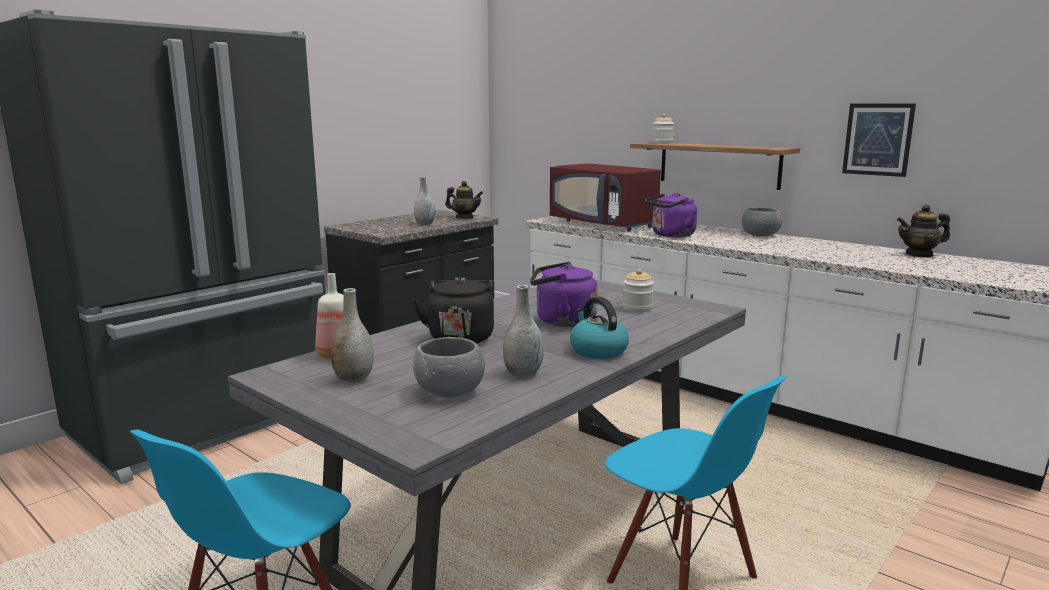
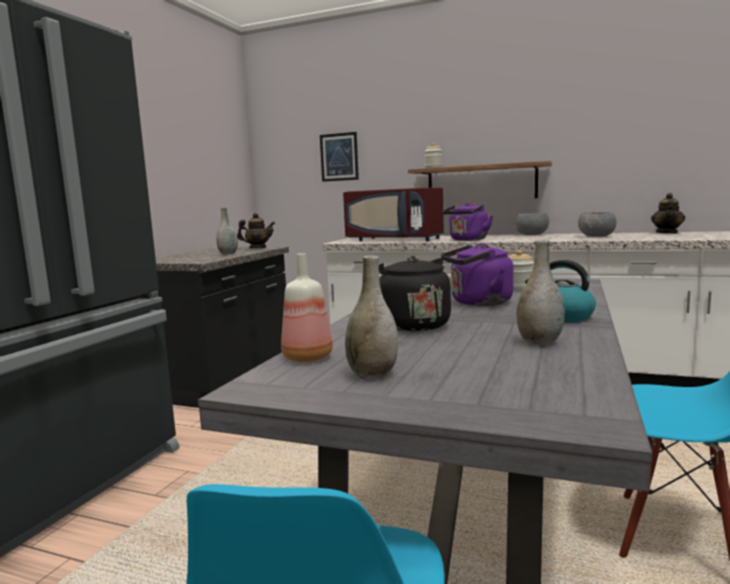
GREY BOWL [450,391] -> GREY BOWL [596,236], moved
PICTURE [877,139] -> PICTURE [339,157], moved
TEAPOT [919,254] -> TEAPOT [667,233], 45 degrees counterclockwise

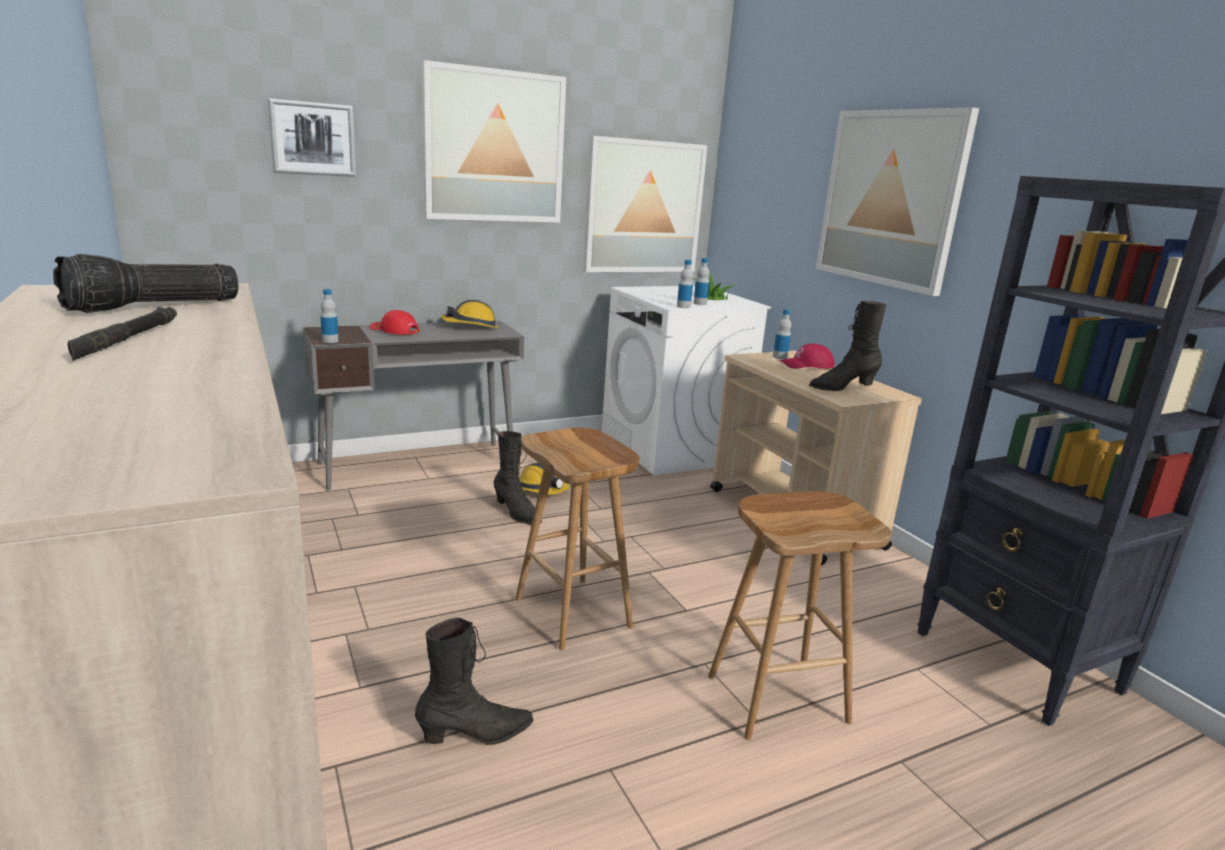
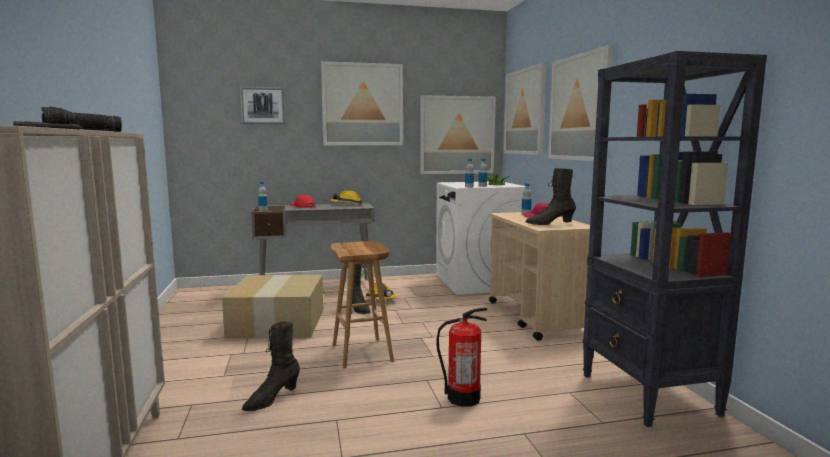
none -> CARDBOARD BOX [276,322]
none -> PICTURE [525,112]
BROWN STOOL [778,697] -> FIRE EXTINGUISHER [463,398]
BLACK BOOT [476,735] -> BLACK BOOT [271,399], 135 degrees clockwise

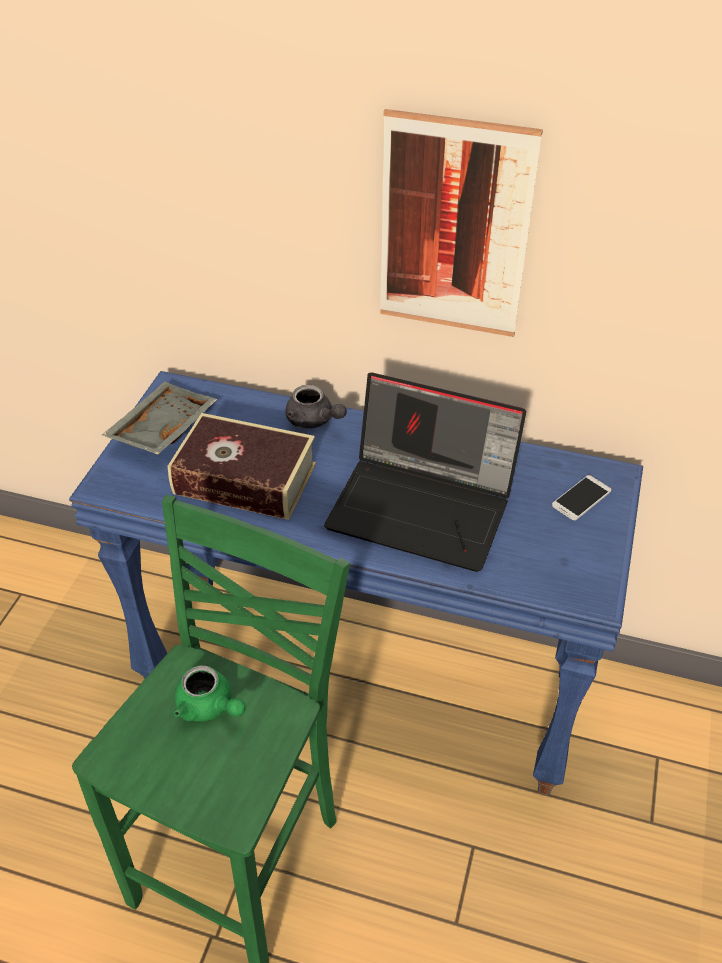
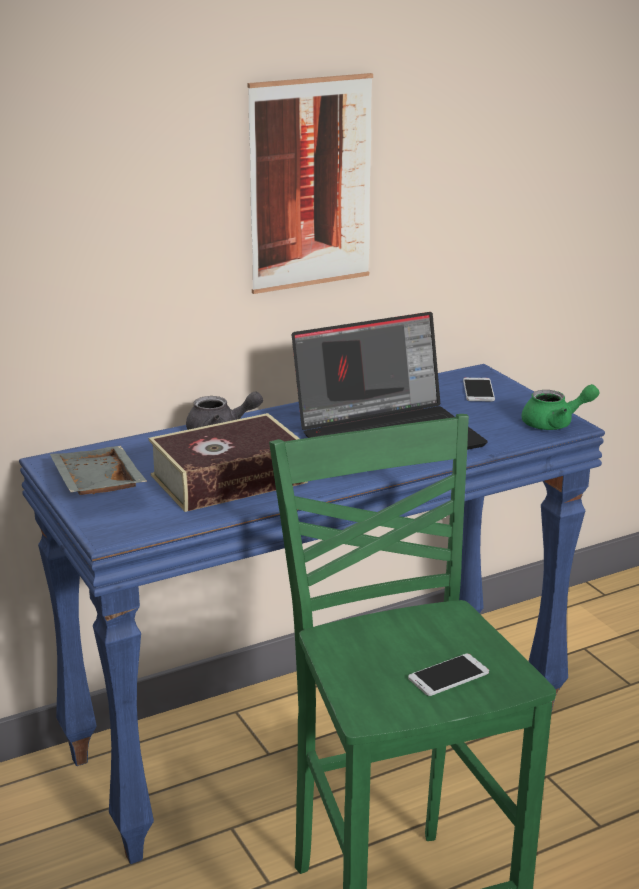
none -> PHONE [448,675]
GREEN TEAPOT [209,707] -> GREEN TEAPOT [555,424], moved

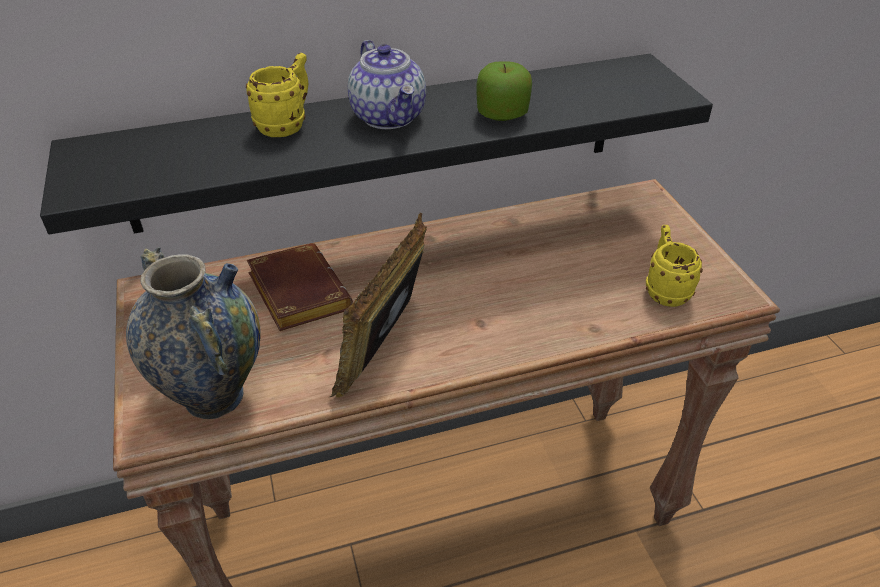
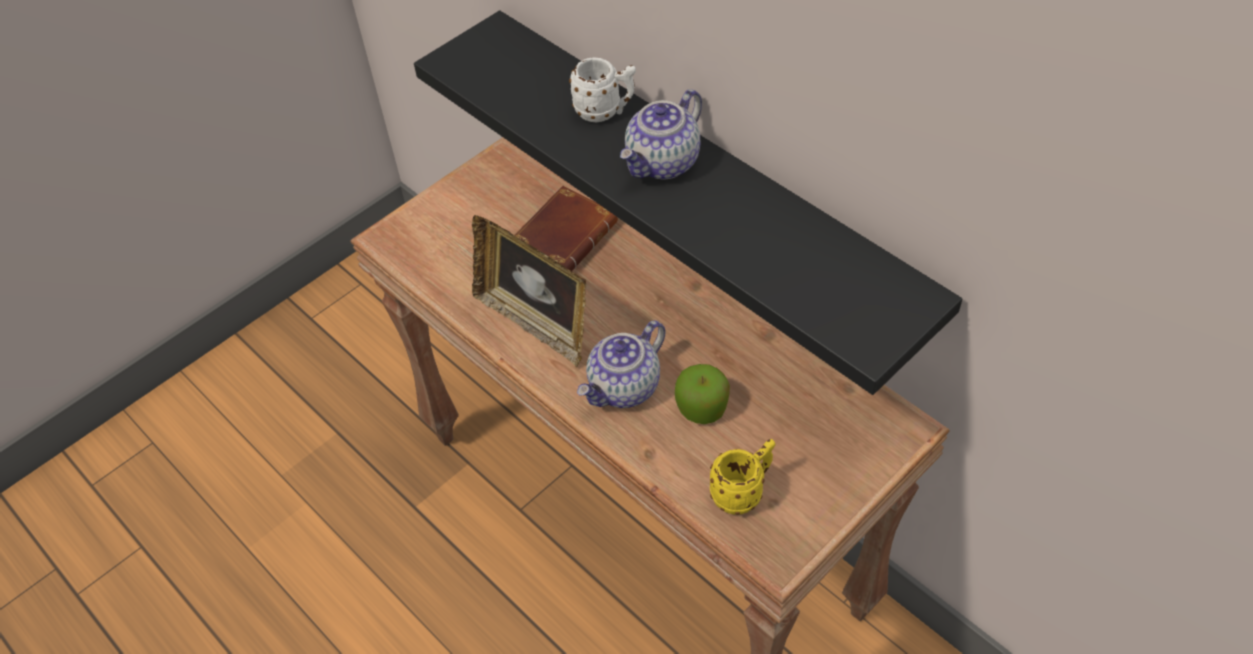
VASE [214,396] -> none
none -> TEAPOT [624,388]
APPLE [502,114] -> APPLE [702,407], moved
YELLOW MUG [287,125] -> WHITE MUG [605,112]
PICTURE FRAME [385,349] -> PICTURE FRAME [535,322], 135 degrees counterclockwise

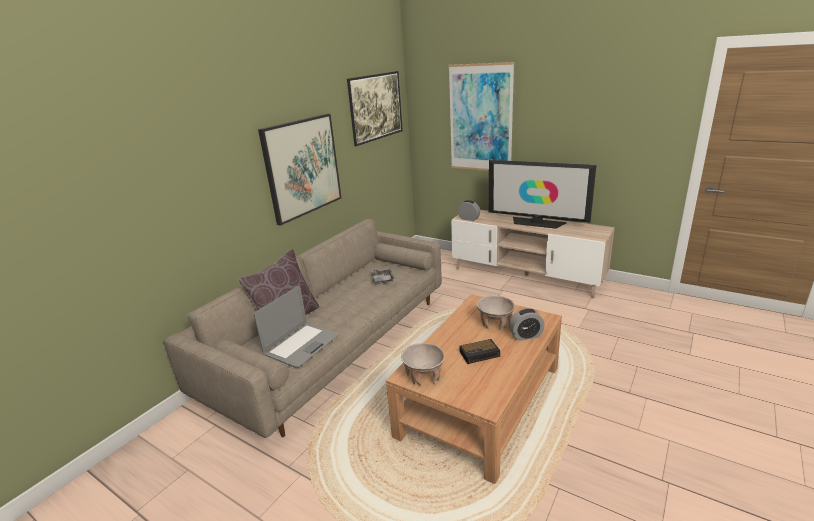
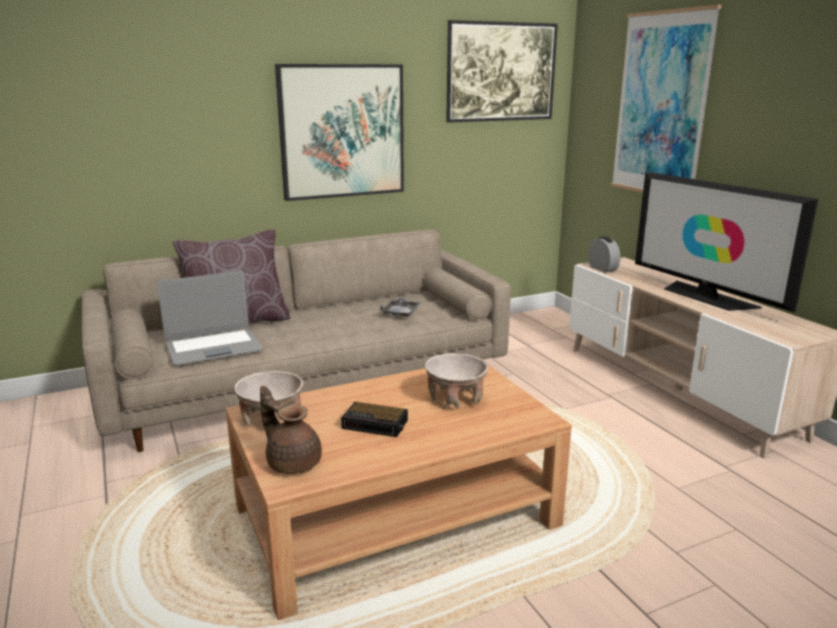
ALARM CLOCK [526,336] -> none
none -> BROWN TEAPOT [292,462]

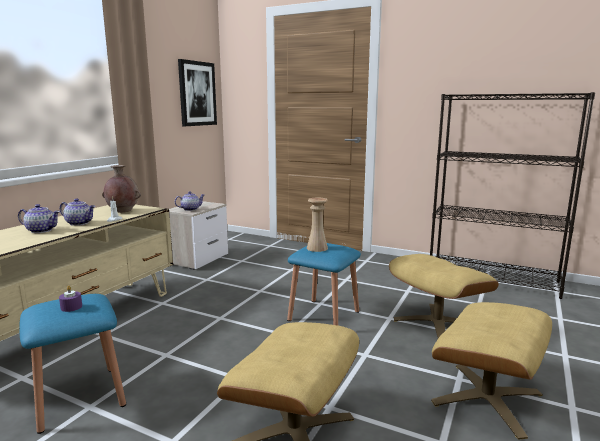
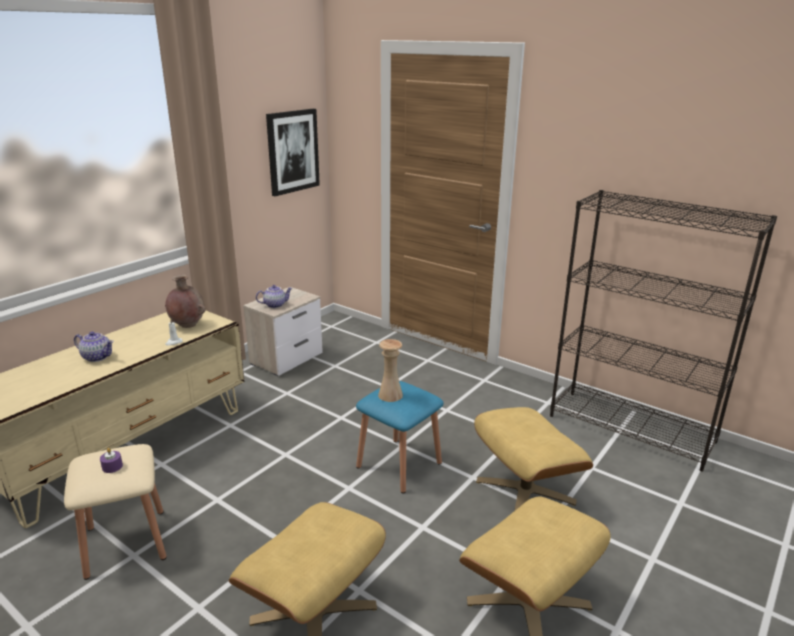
TEAPOT [80,223] -> none
BLUE STOOL [79,397] -> BEIGE STOOL [126,542]

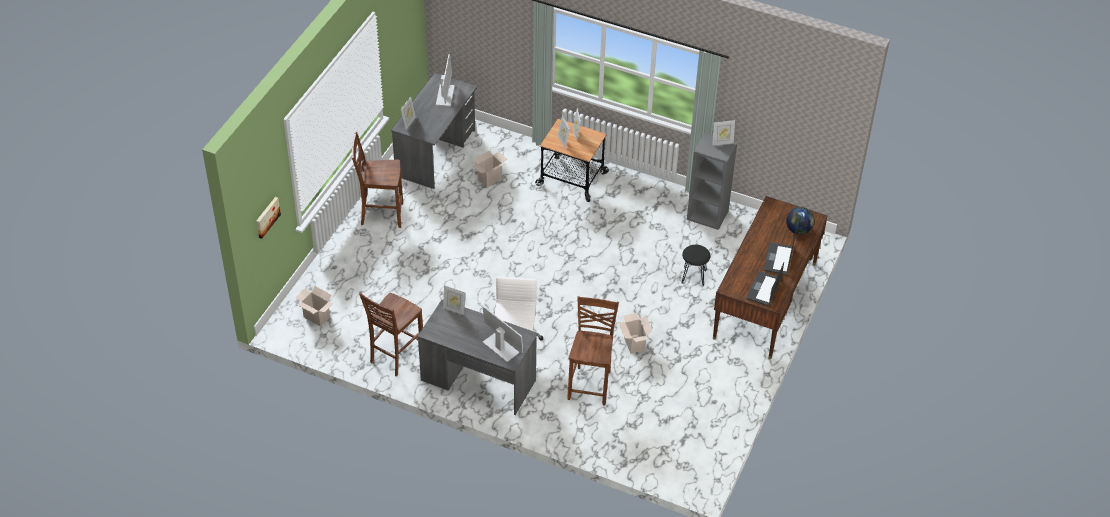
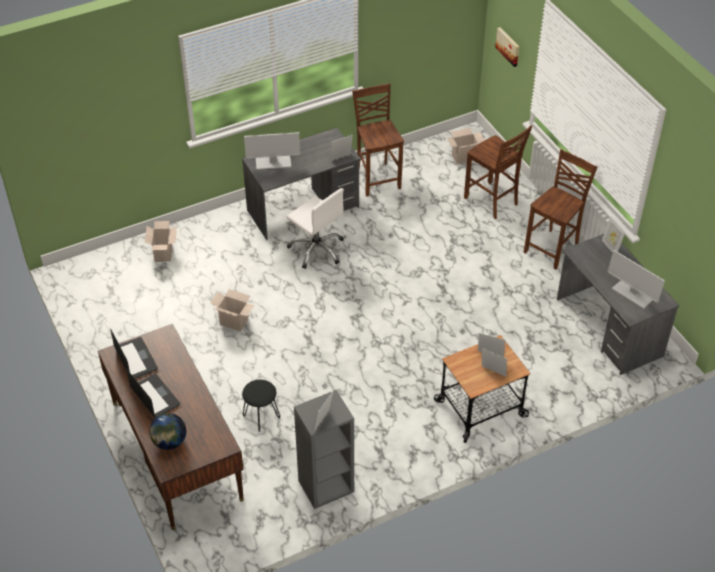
CARDBOARD BOX [490,178] -> CARDBOARD BOX [164,254], moved
BROWN CHAIR [591,385] -> BROWN CHAIR [492,202], moved

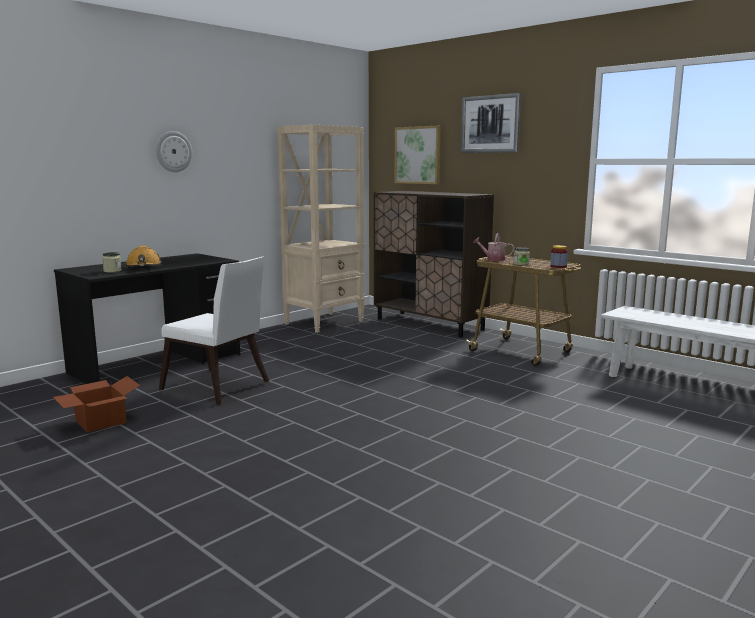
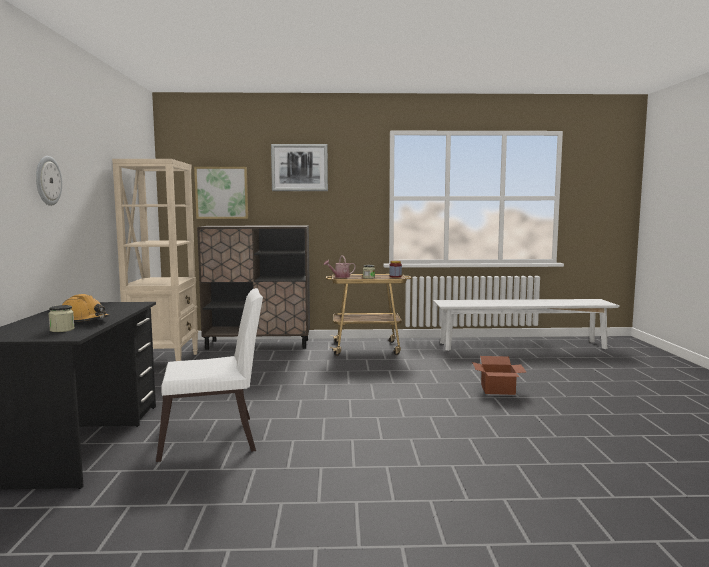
CARDBOARD BOX [99,421] -> CARDBOARD BOX [497,390], moved

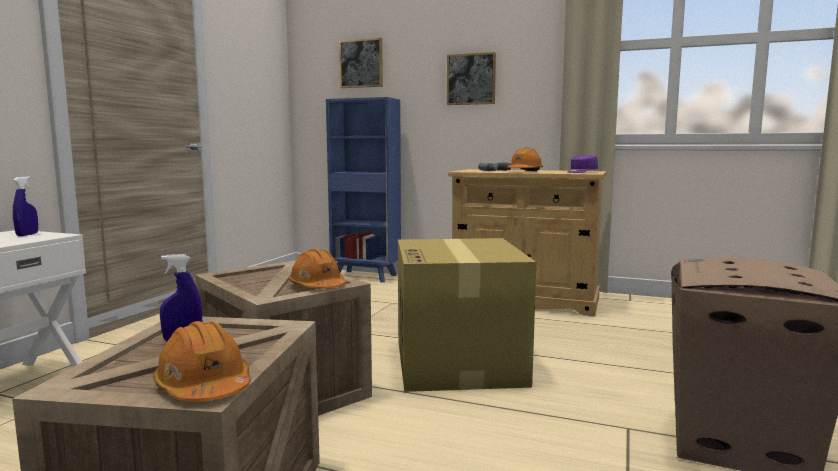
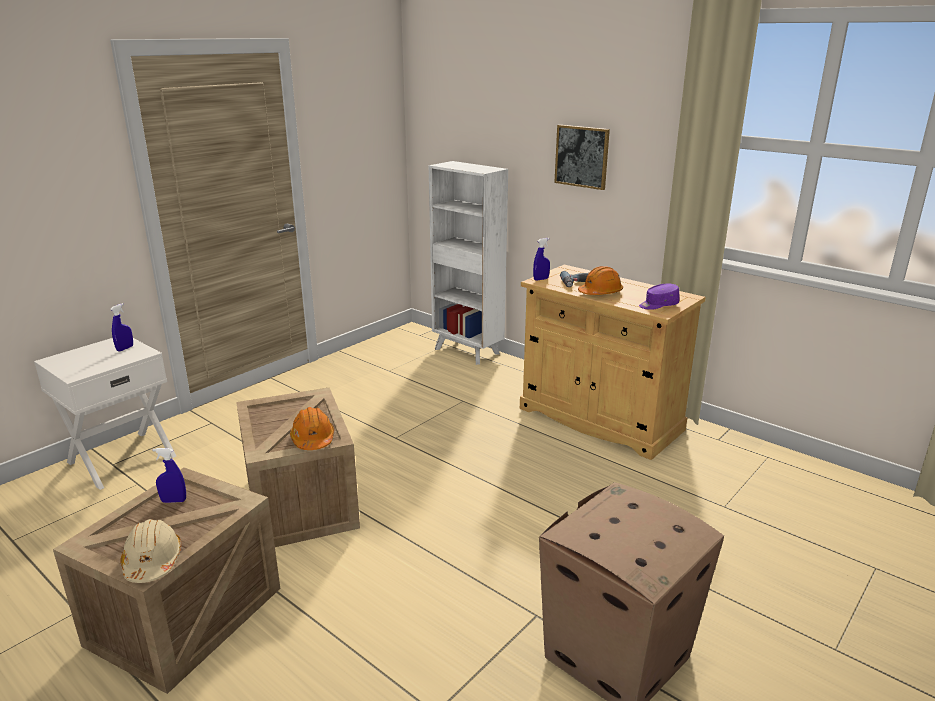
PICTURE [361,63] -> none
CARDBOARD BOX [459,363] -> none
none -> BLUE SPRAY BOTTLE [541,279]
ORANGE HARD HAT [204,387] -> BEIGE HARD HAT [152,562]
BLUE BOOKCASE [366,276] -> WHITE BOOKCASE [467,352]

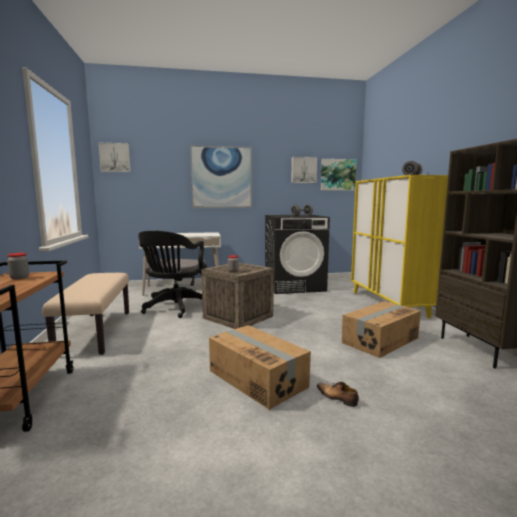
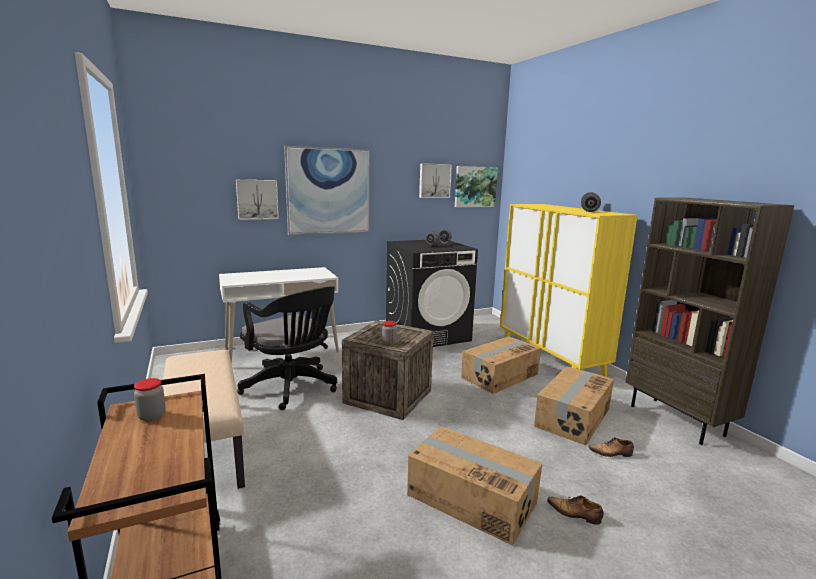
none -> CARDBOARD BOX [499,376]
none -> SHOE [611,453]
PICTURE [115,157] -> PICTURE [257,199], moved
BLACK OFFICE CHAIR [175,308] -> BLACK OFFICE CHAIR [292,388], 45 degrees counterclockwise

